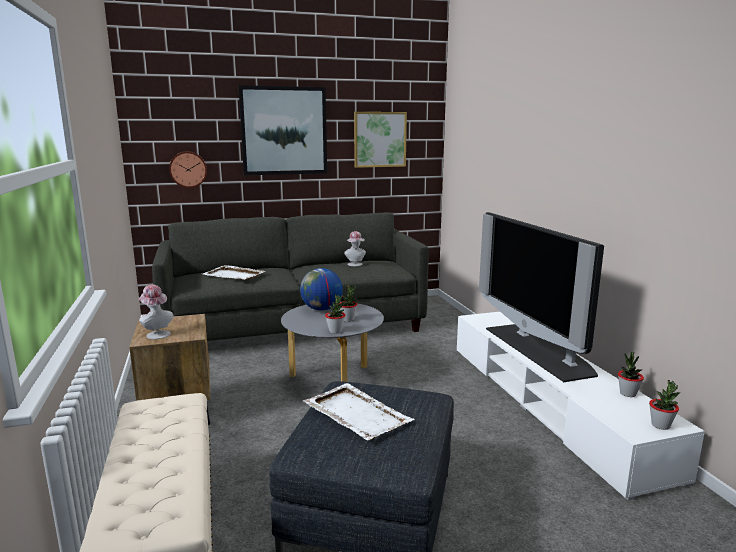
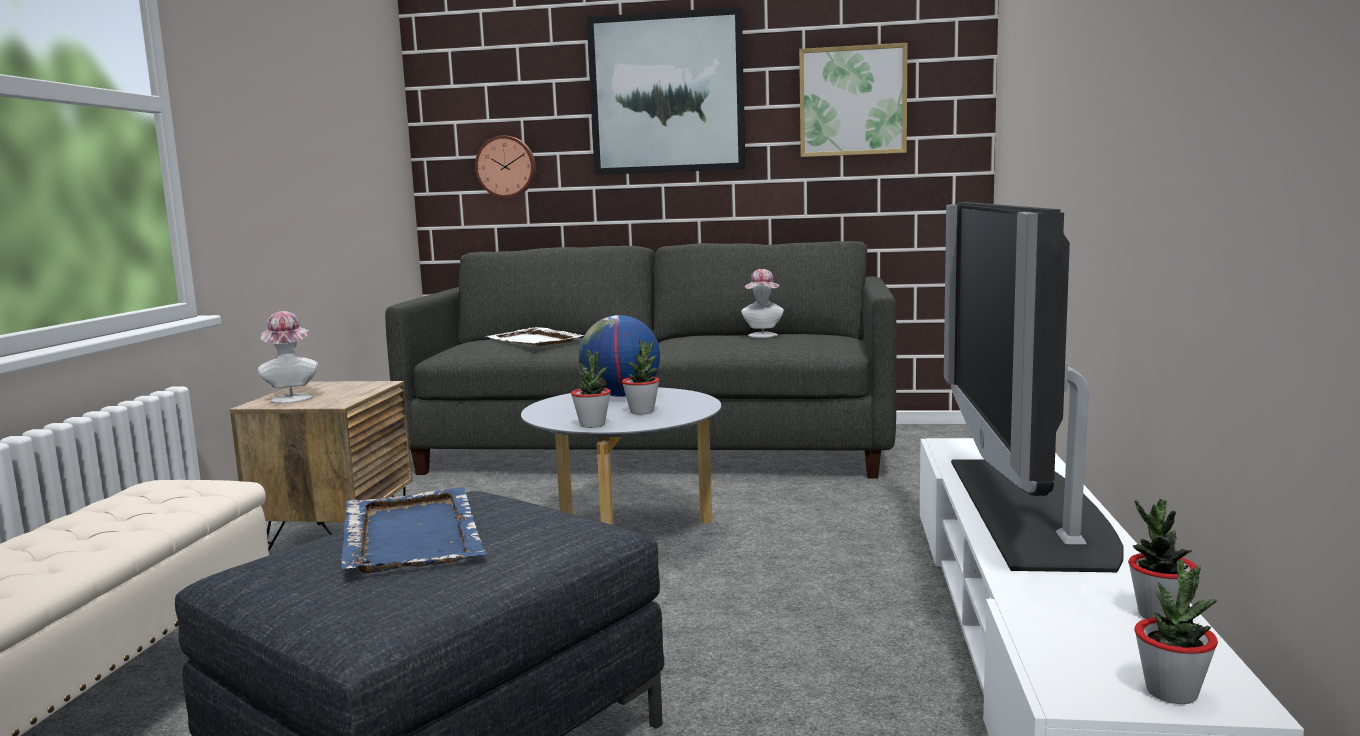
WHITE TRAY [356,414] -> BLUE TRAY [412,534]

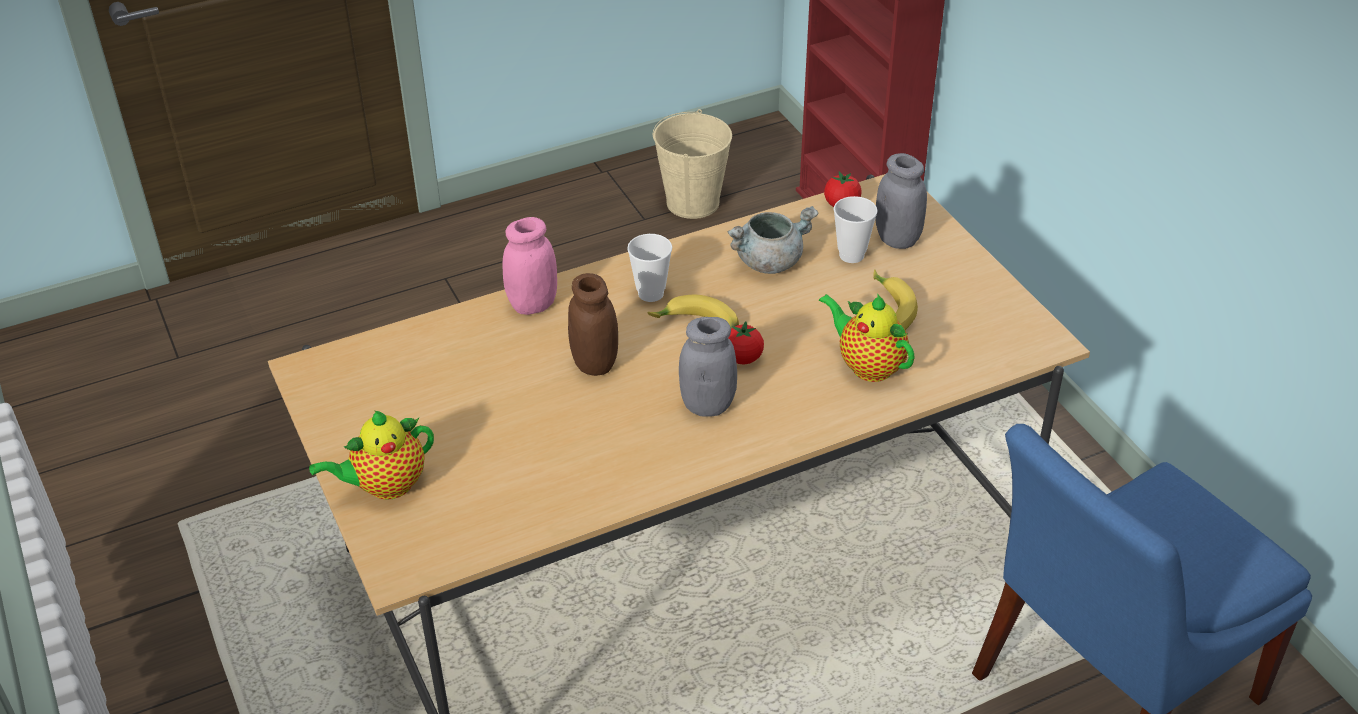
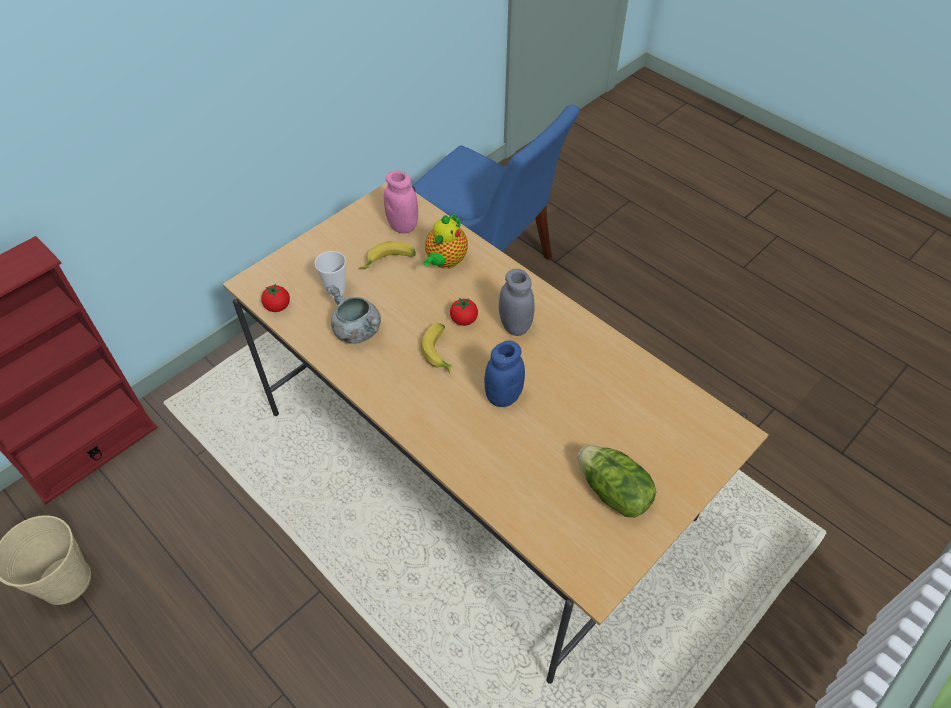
TEAPOT [385,486] -> none
CUP [651,293] -> none
GREY JAR [897,239] -> none
none -> LETTUCE [612,493]
PINK JAR [533,304] -> PINK JAR [403,226], moved
BROWN JAR [594,363] -> BLUE JAR [503,396]

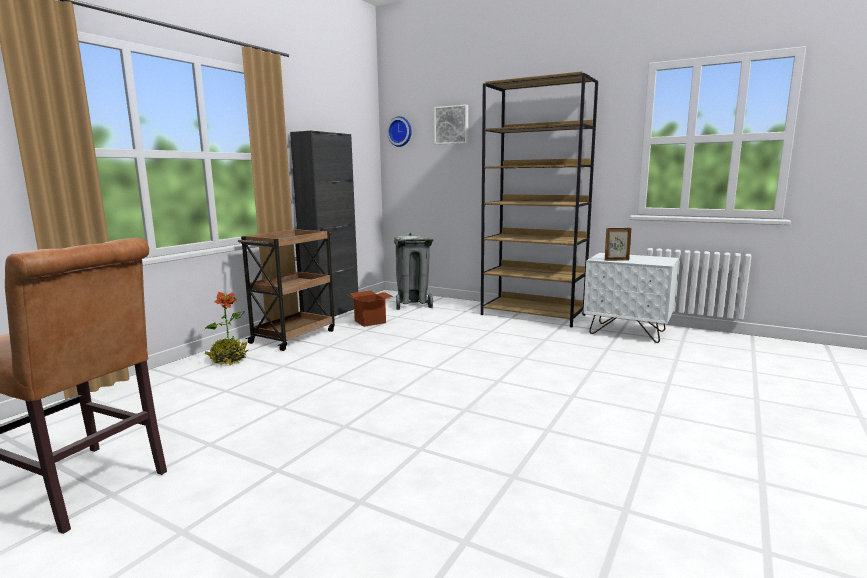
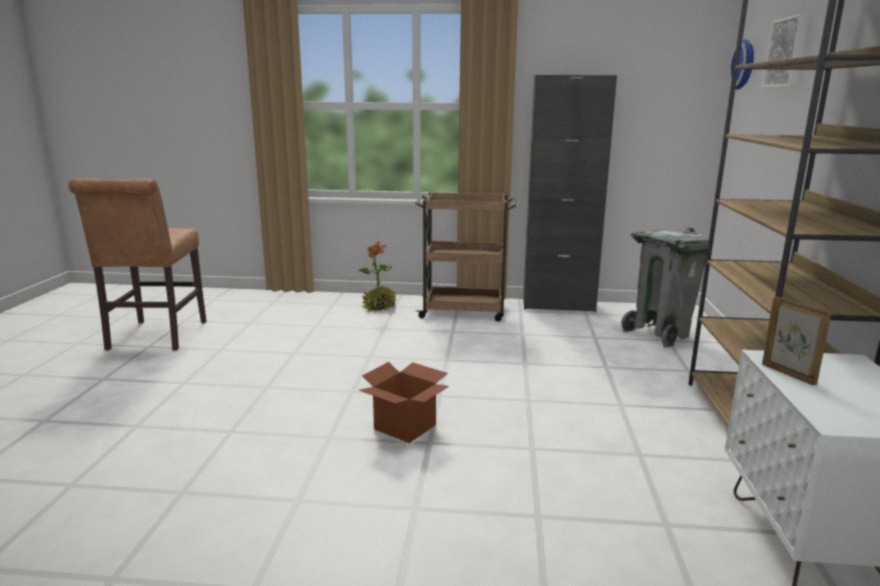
CARDBOARD BOX [370,322] -> CARDBOARD BOX [404,427], moved

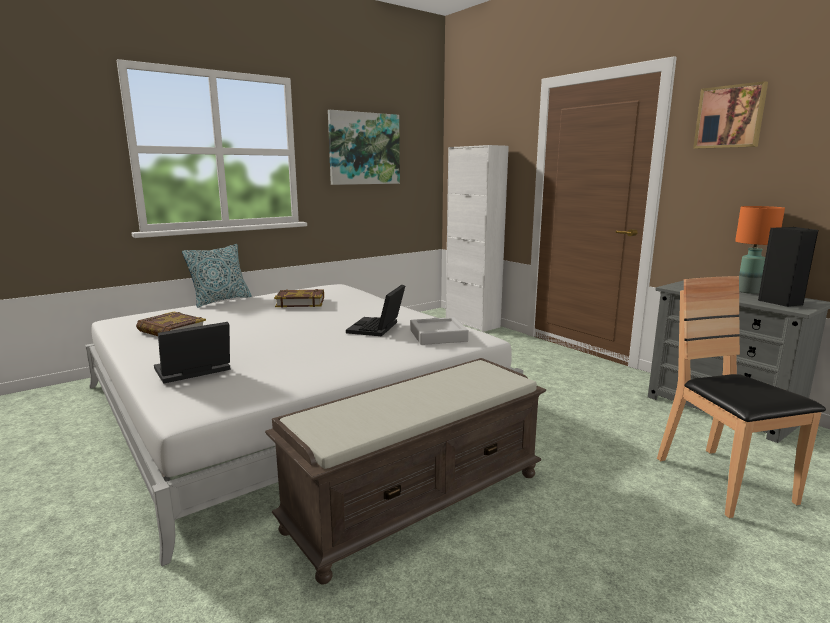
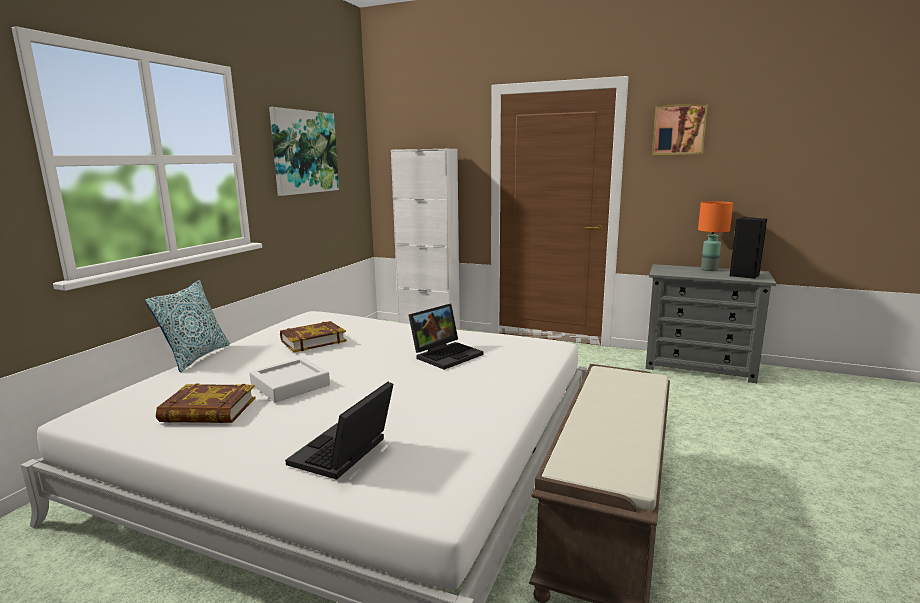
BROWN CHAIR [722,481] -> none
GREY TRAY [438,336] -> GREY TRAY [290,385], moved
LAPTOP [377,328] -> LAPTOP [446,354], 120 degrees counterclockwise

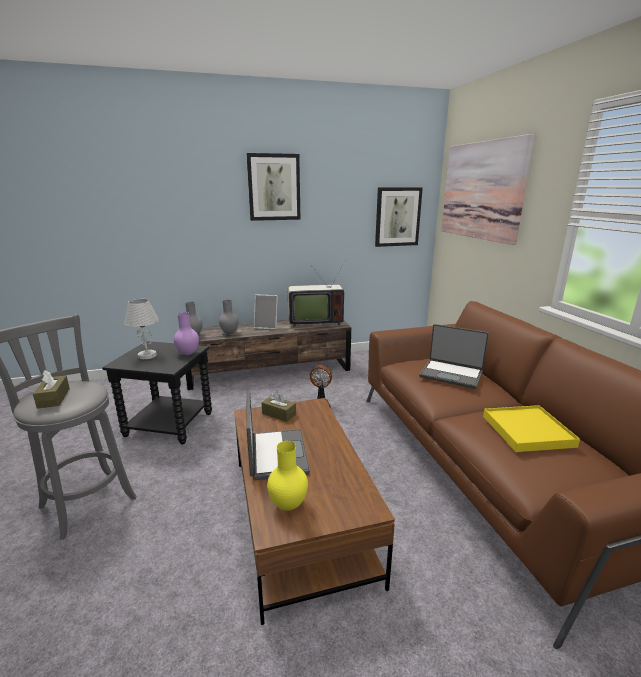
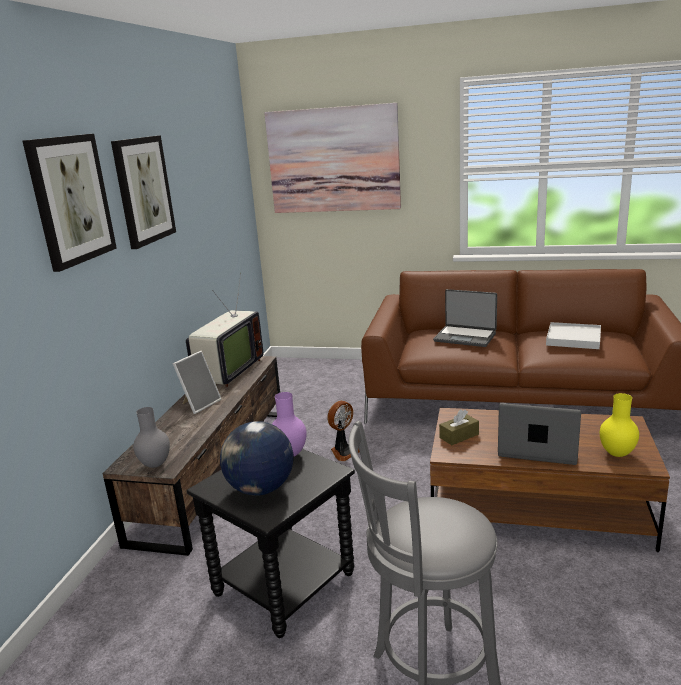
BROWN TISSUE BOX [54,398] -> none
GREY VASE [230,333] -> none
PICTURE [397,217] -> PICTURE [71,200], moved
WHITE TABLE LAMP [147,355] -> GLOBE [260,488]
YELLOW TRAY [527,431] -> WHITE TRAY [573,338]
LAPTOP [451,374] -> LAPTOP [465,337], 60 degrees clockwise

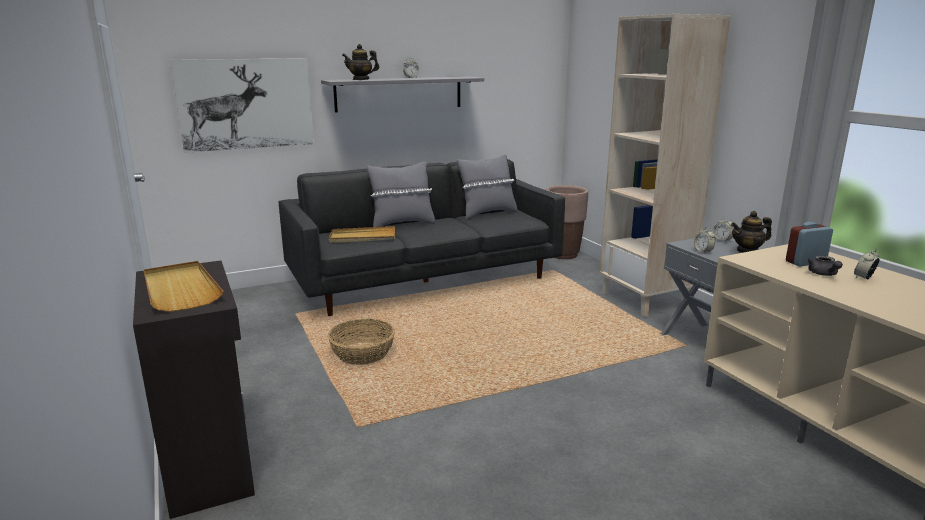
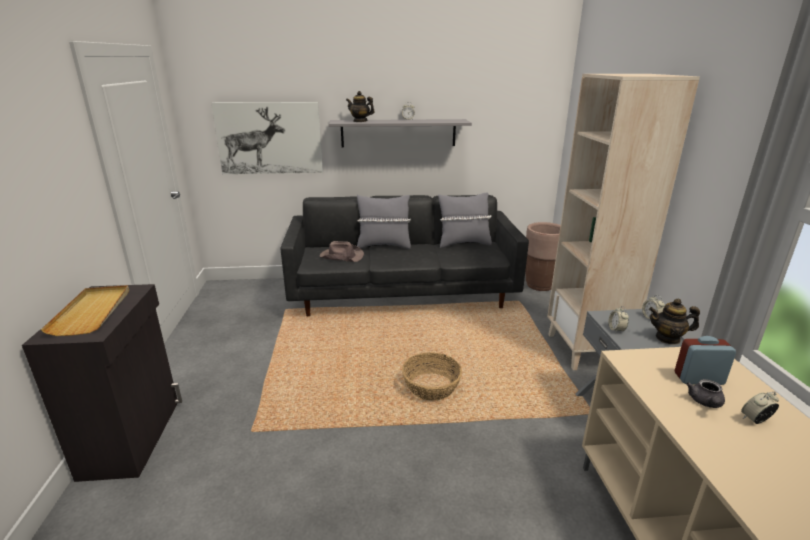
BASKET [363,353] -> BASKET [431,386], moved
BEIGE TRAY [362,237] -> BROWN HAT [341,256]

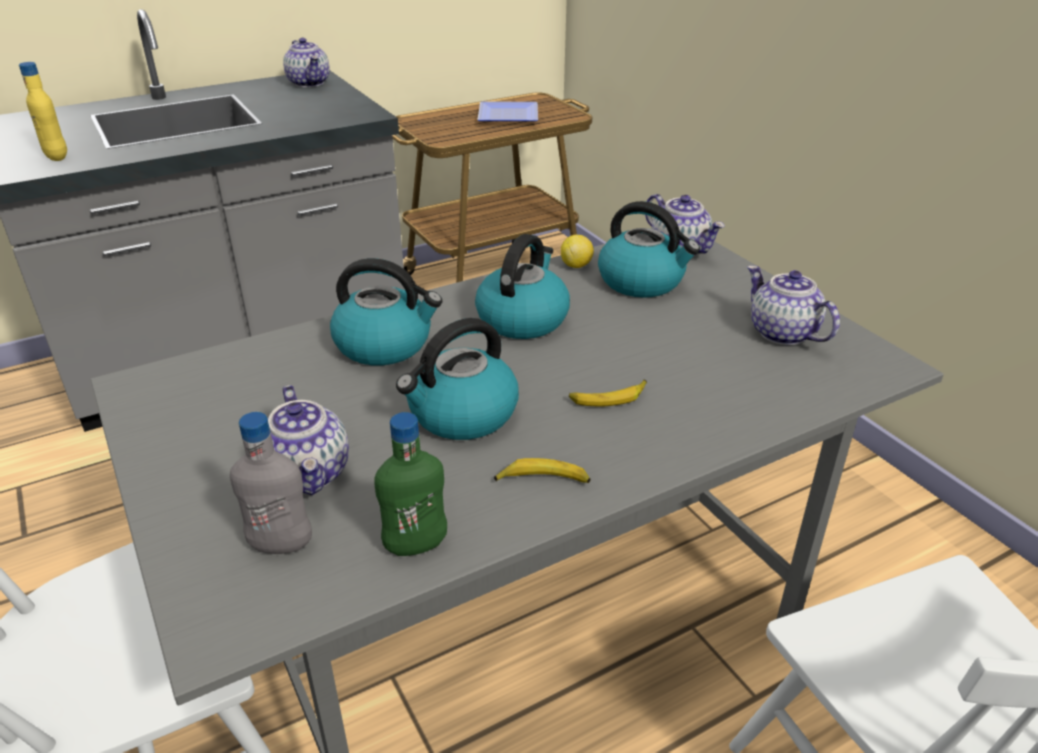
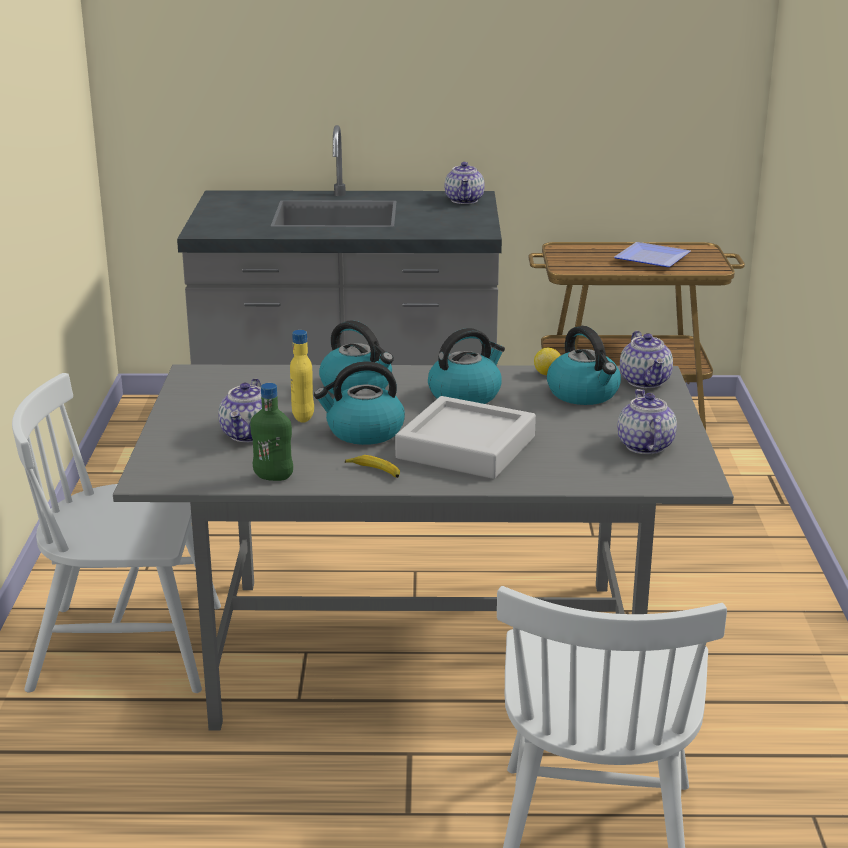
GREY BOTTLE [281,545] -> none
YELLOW BOTTLE [57,157] -> YELLOW BOTTLE [303,417], moved
BANANA [608,398] -> GREY TRAY [466,447]

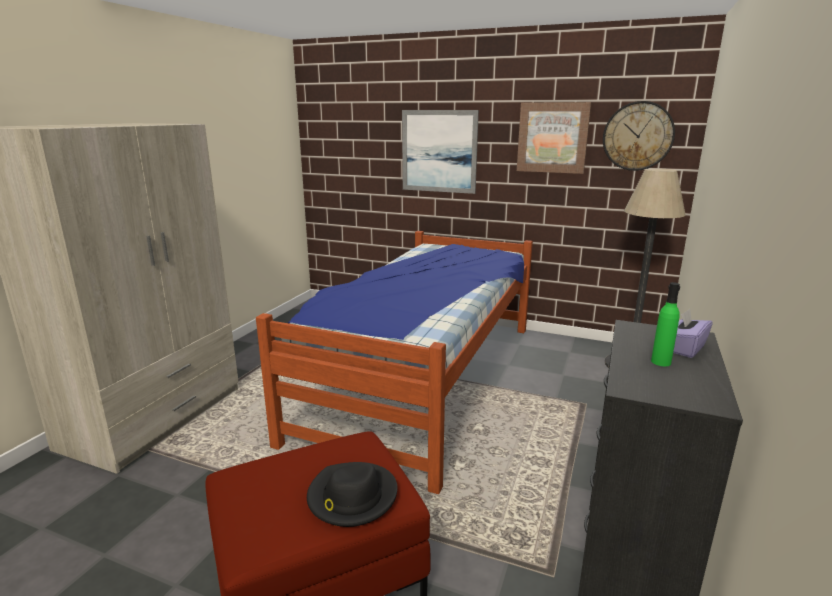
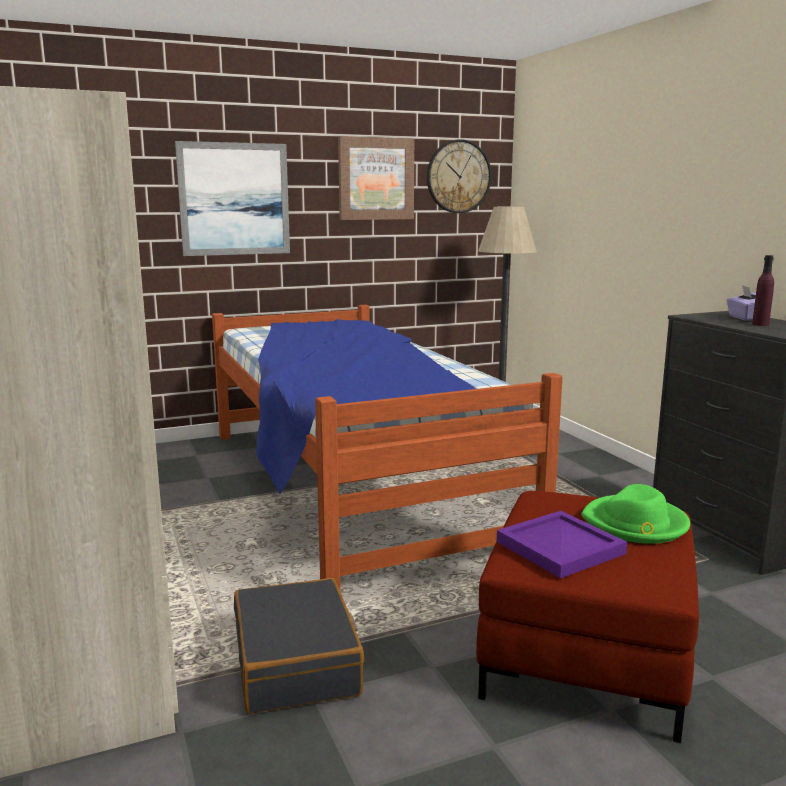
none -> BLACK SUITCASE [297,662]
none -> PURPLE TRAY [560,546]
BLACK HAT [351,497] -> GREEN HAT [635,524]
GREEN BOTTLE [661,362] -> PURPLE BOTTLE [760,324]

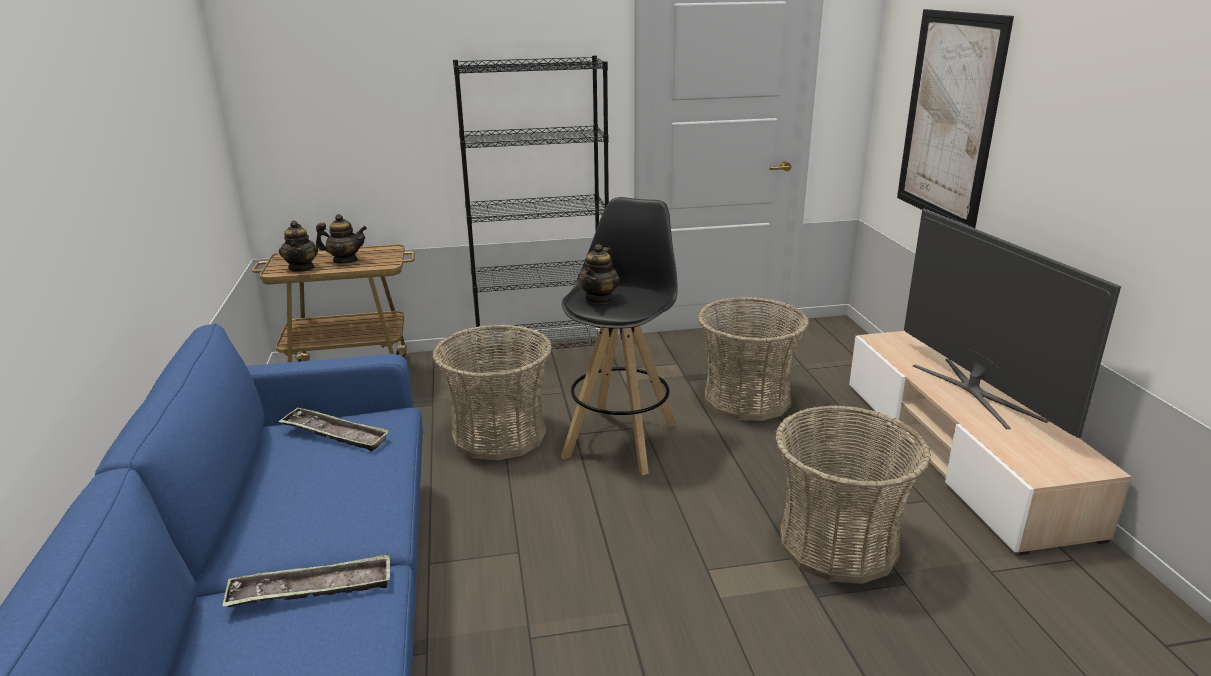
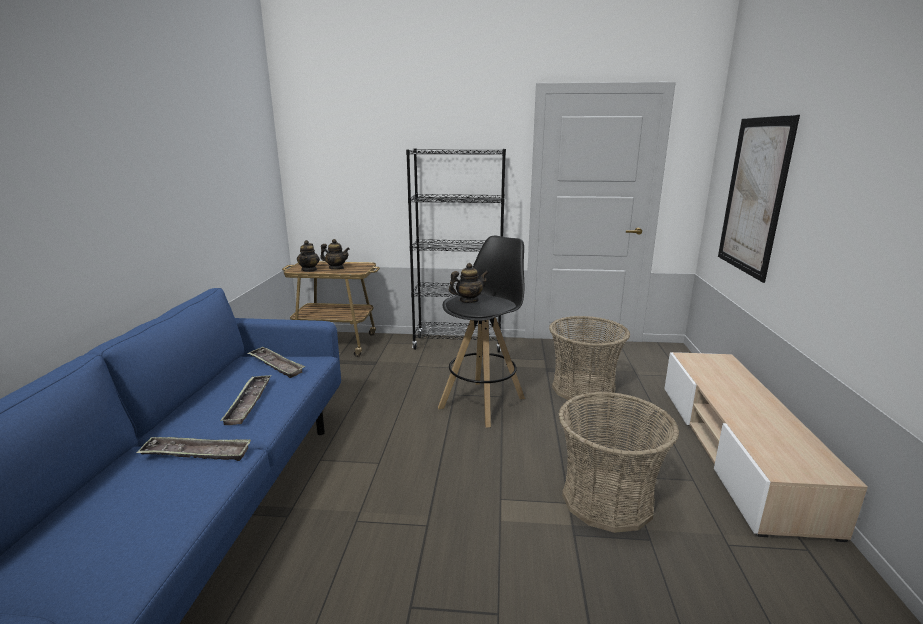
BASKET [499,435] -> none
TELEVISION [976,392] -> none
none -> TRAY [248,402]
TEAPOT [599,298] -> TEAPOT [468,301], 150 degrees counterclockwise

